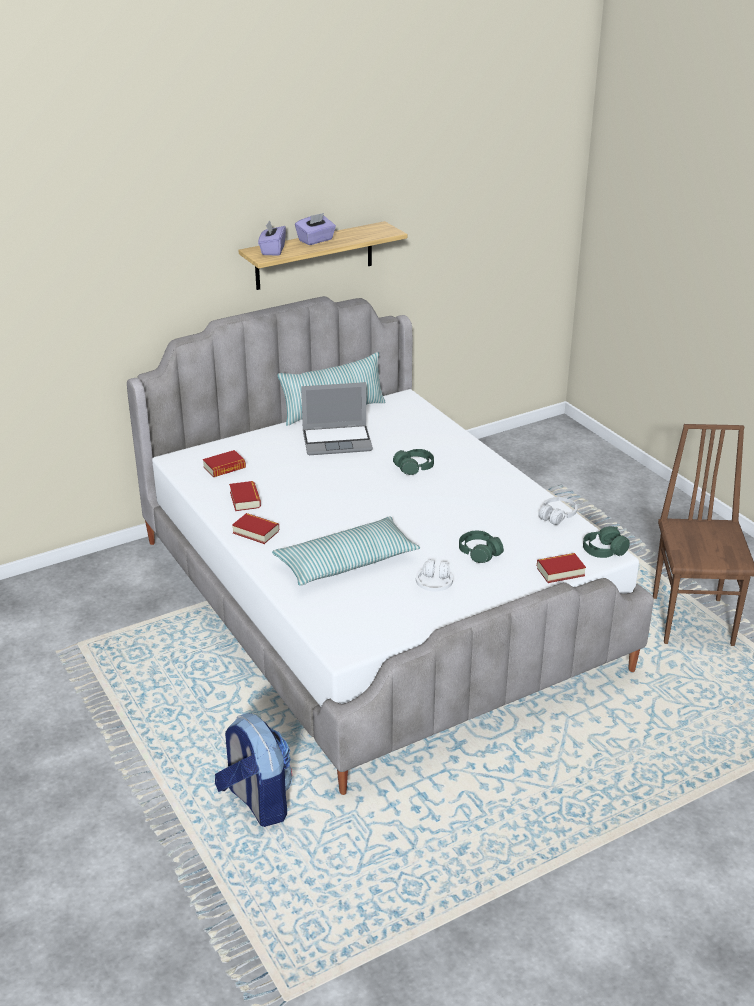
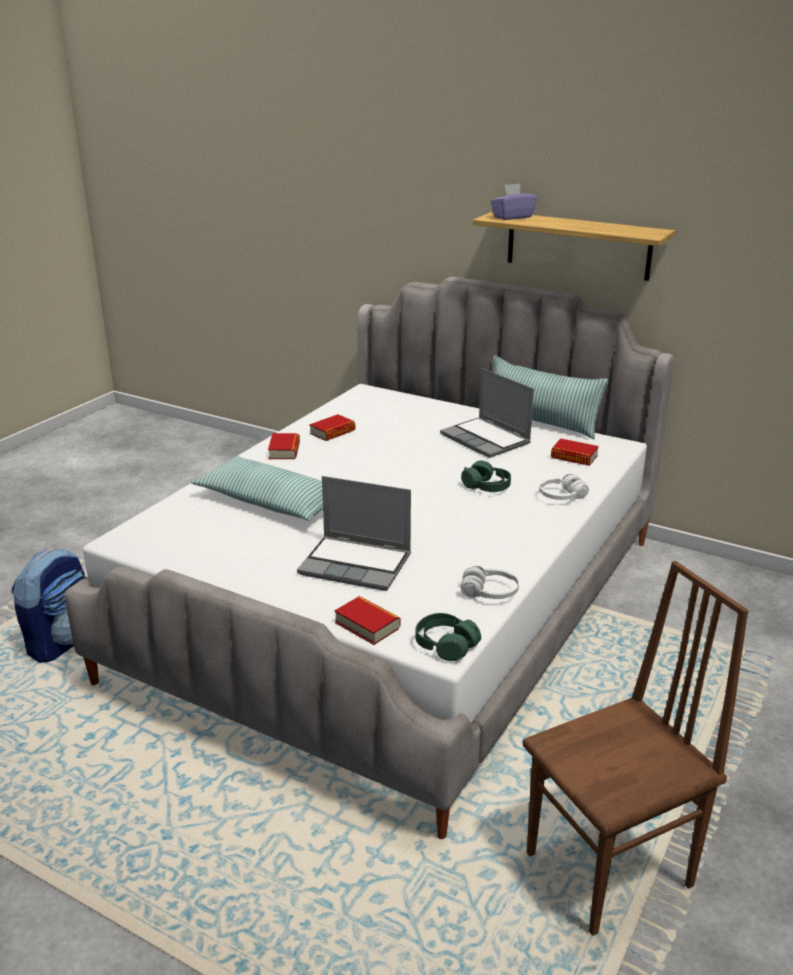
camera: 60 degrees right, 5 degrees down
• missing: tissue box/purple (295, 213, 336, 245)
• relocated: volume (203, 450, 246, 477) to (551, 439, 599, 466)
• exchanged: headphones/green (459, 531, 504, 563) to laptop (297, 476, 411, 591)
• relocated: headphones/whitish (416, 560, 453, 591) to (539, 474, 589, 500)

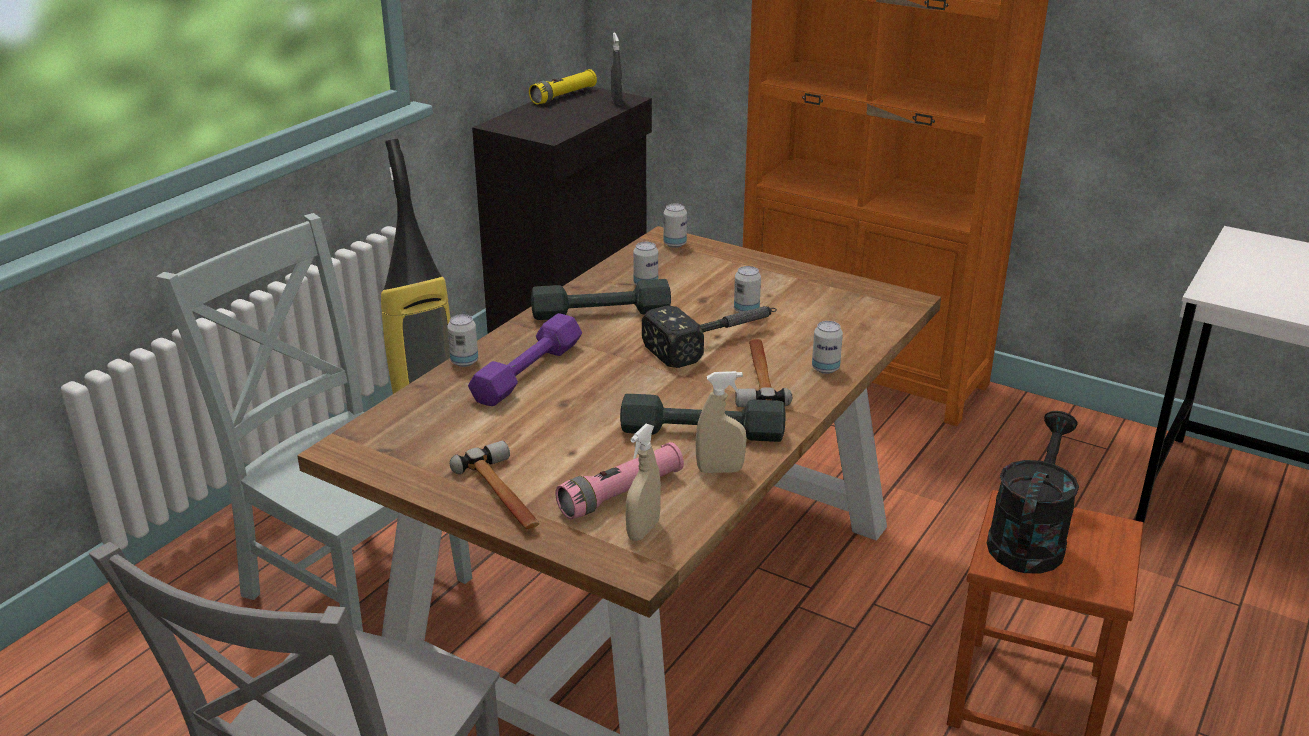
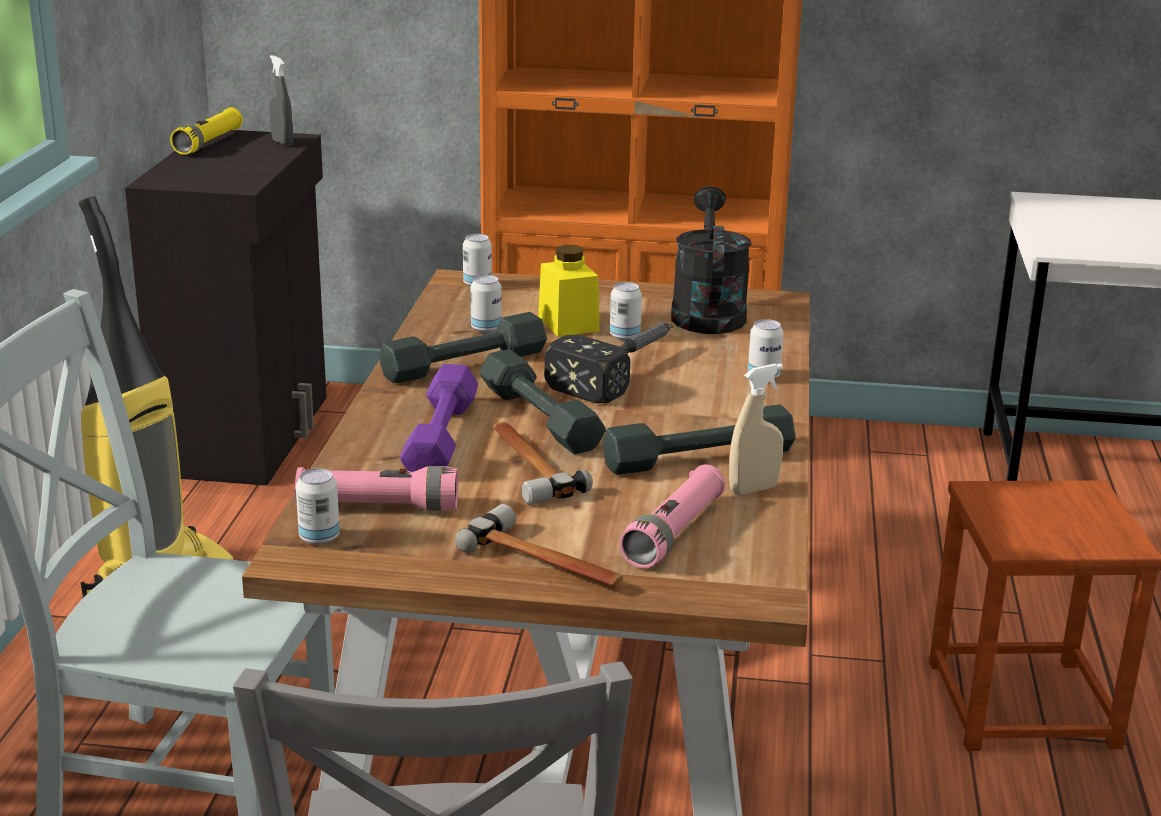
camera: 25 degrees left, 5 degrees down
• relocated: sealed can (447, 314, 478, 367) to (296, 468, 340, 545)
• relocated: tool hammer (735, 338, 792, 407) to (493, 422, 593, 505)
• relocated: watering pot/blackish (987, 411, 1079, 574) to (671, 186, 752, 334)
• missing: spray bottle/sand-coloured (626, 424, 661, 541)
• appeared: jar/yellow-coloured (538, 245, 599, 337)
• appeared: dumbbell/grey (479, 349, 606, 454)
• appeared: torch/pink-coloured (294, 466, 458, 511)

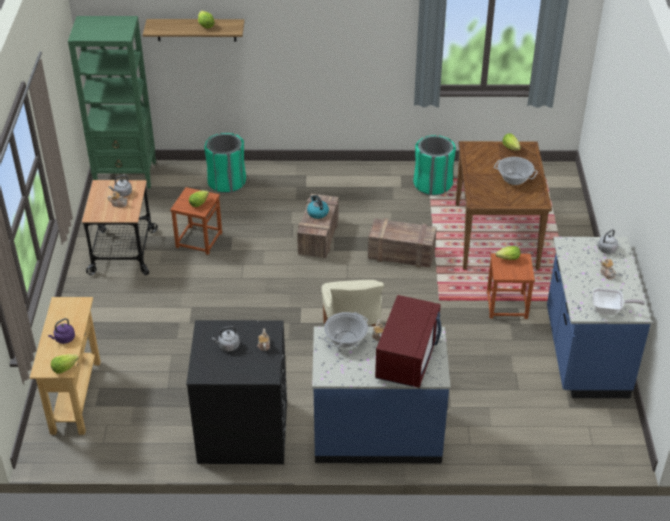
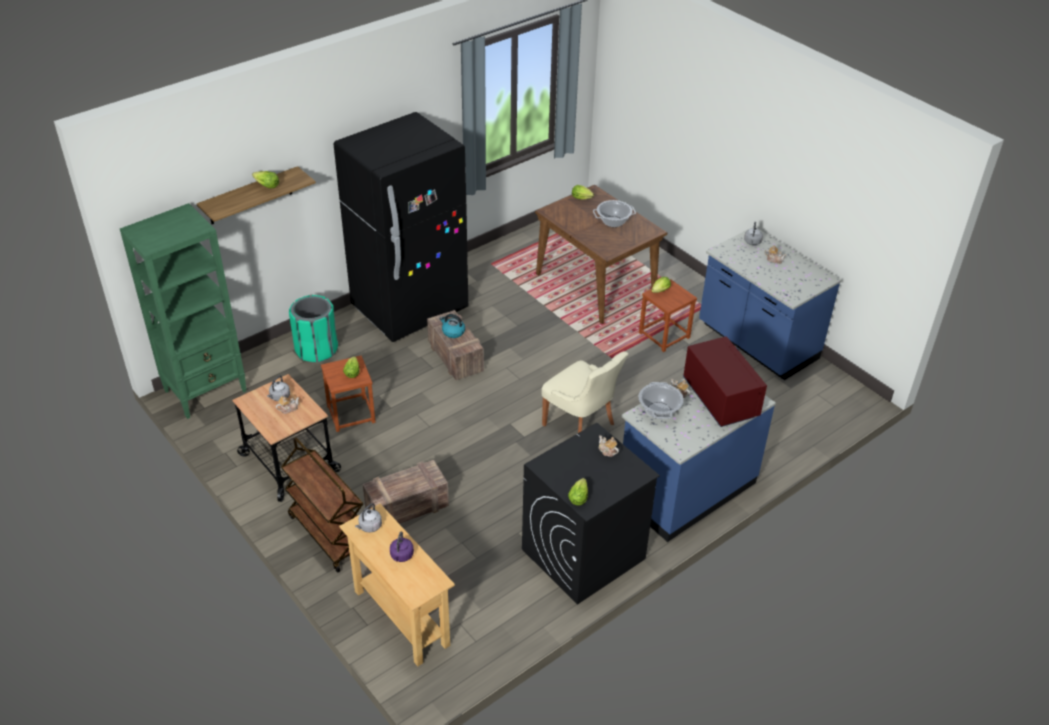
camera: 40 degrees left, 0 degrees up
• missing: waste bin/green (413, 135, 456, 195)
• relocated: packing crate (368, 218, 437, 268) to (363, 460, 449, 524)
• missing: frying pan (593, 288, 645, 315)
• relocated: water kettle/grey (212, 326, 240, 351) to (355, 503, 382, 533)
• relocated: head of lettuce (51, 354, 79, 374) to (568, 478, 588, 505)
• appeared: kitchen fridge/blackish (333, 112, 468, 342)
• appeared: wheeled cart/brown-coloured (281, 437, 363, 572)

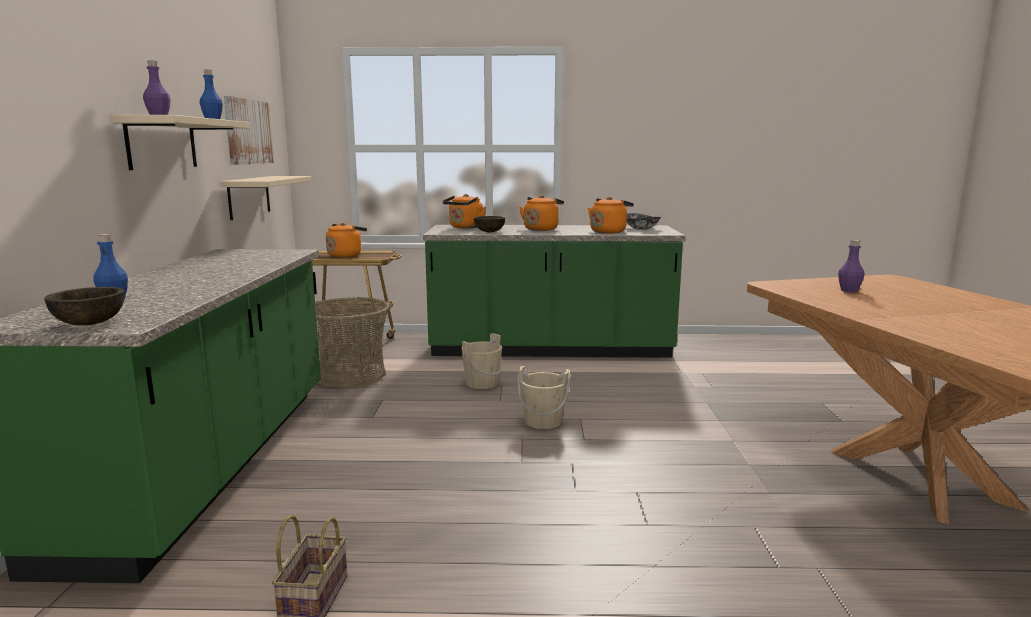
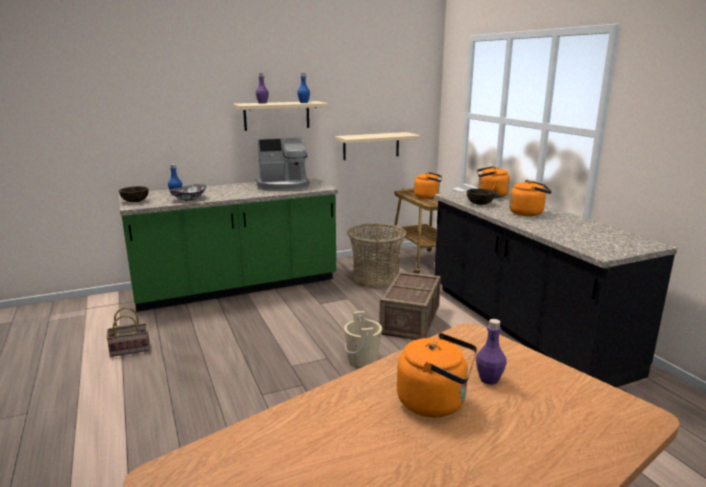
camera: 65 degrees right, 5 degrees up
• missing: wall picture (224, 96, 274, 165)
• relocated: water kettle/orangey (588, 197, 634, 233) to (397, 333, 477, 417)
• relocated: serving bowl (627, 213, 661, 230) to (169, 184, 206, 201)
• colour: kitchen base unit/green (423, 225, 686, 358) to kitchen base unit/blackish (434, 191, 677, 387)
• exchanged: bucket/sand-coloured (461, 333, 502, 389) to packing crate (379, 271, 441, 340)
• appeared: coffee machine (256, 137, 310, 191)

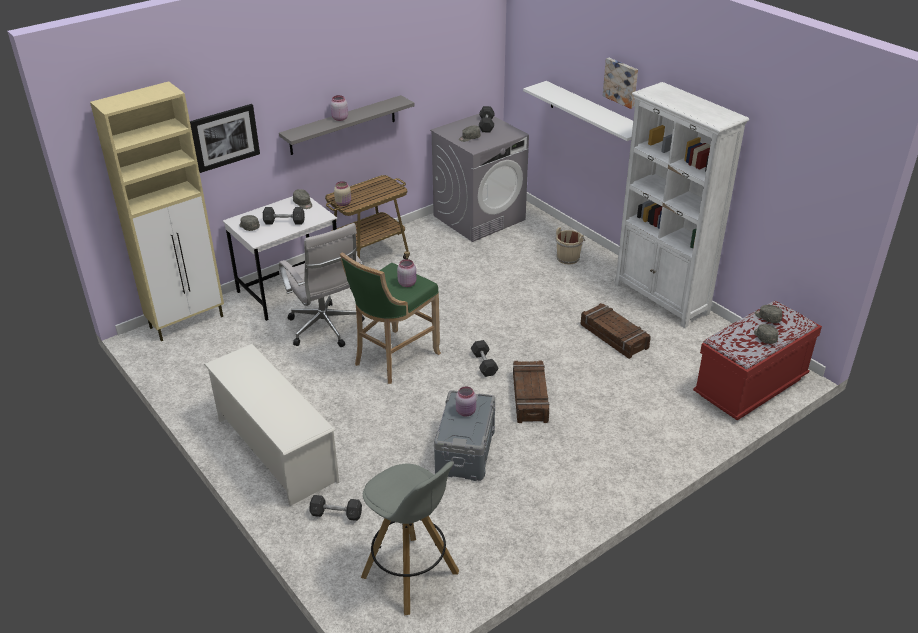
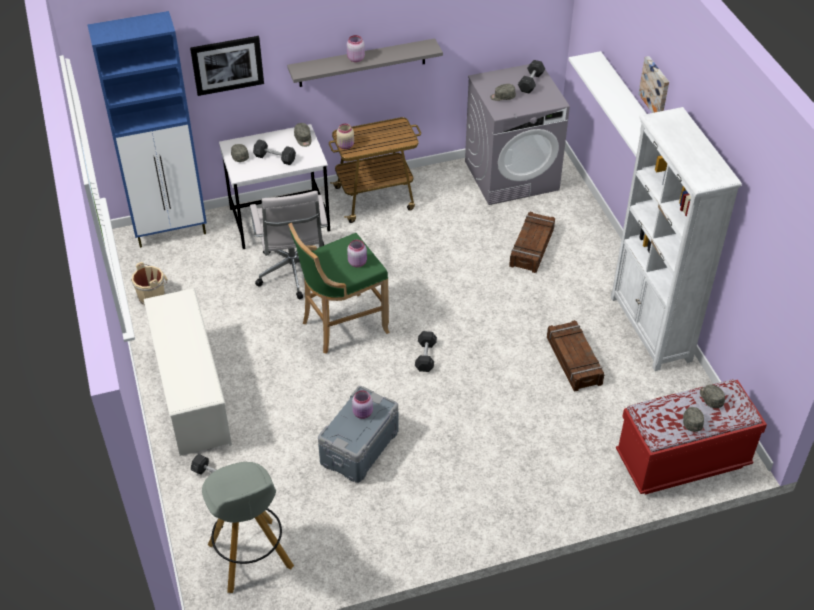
camera: 20 degrees right, 10 degrees up
• colour: cupboard/sand-coloured (90, 81, 224, 341) to cupboard/blue (88, 11, 207, 248)
• relocated: bucket/sand-coloured (556, 227, 585, 264) to (131, 262, 168, 305)
• relocated: packing crate (513, 360, 549, 423) to (509, 212, 555, 273)

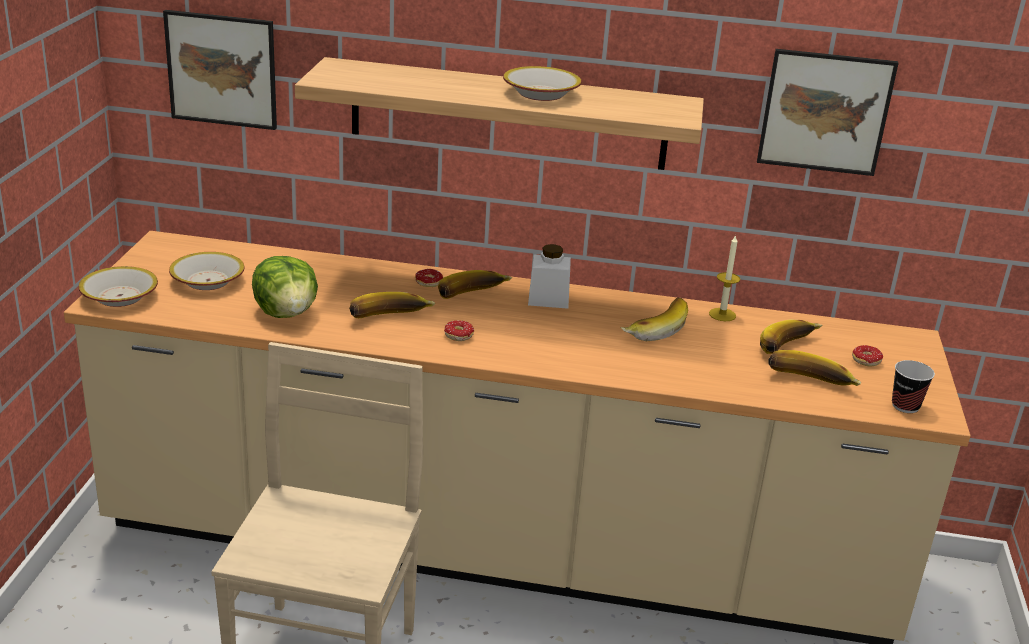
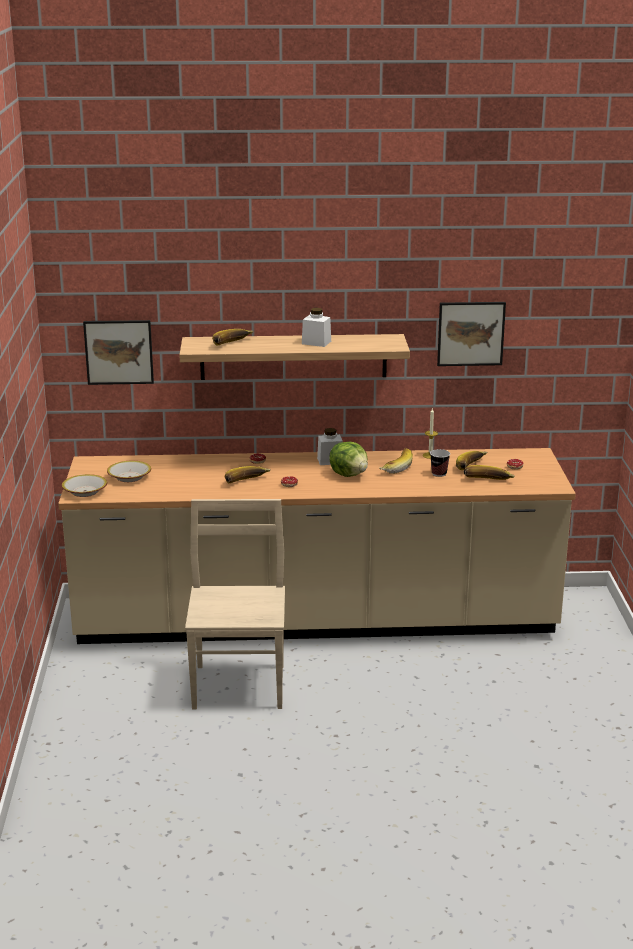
camera: 10 degrees left, 5 degrees down
• exchanged: serving bowl (503, 66, 581, 101) to jar/whitish (302, 308, 331, 347)
• relocated: head of lettuce (252, 256, 318, 318) to (329, 442, 368, 477)
• relocated: whole banana (438, 270, 513, 299) to (212, 329, 254, 346)
• relocated: small cup (892, 360, 935, 413) to (430, 449, 450, 477)

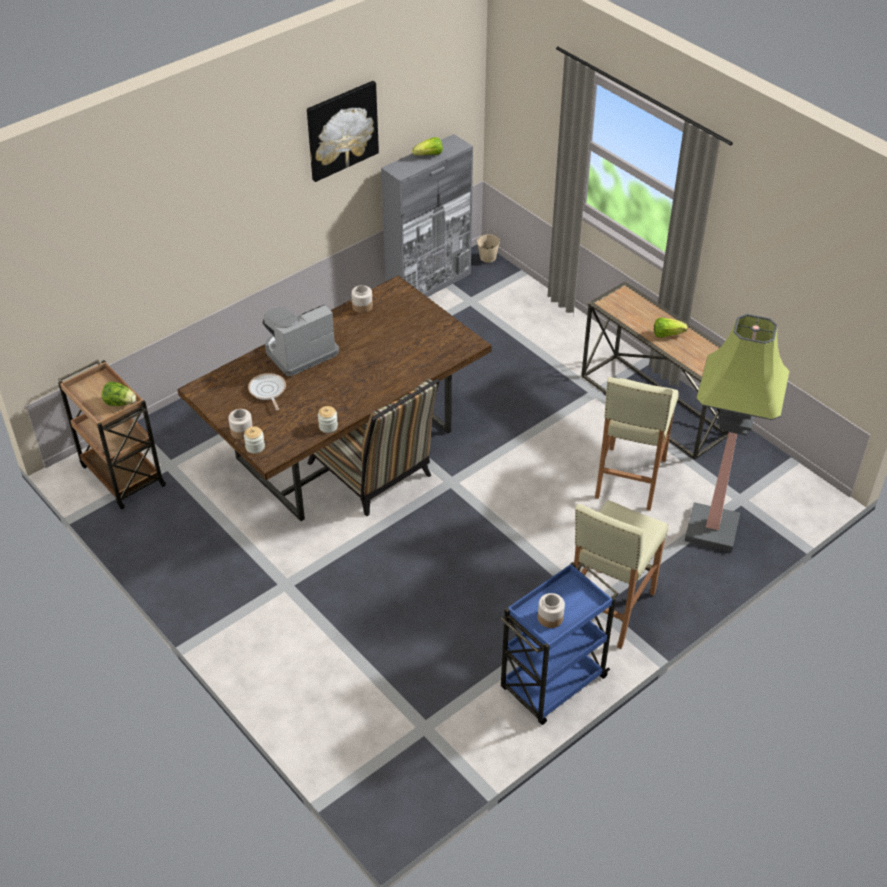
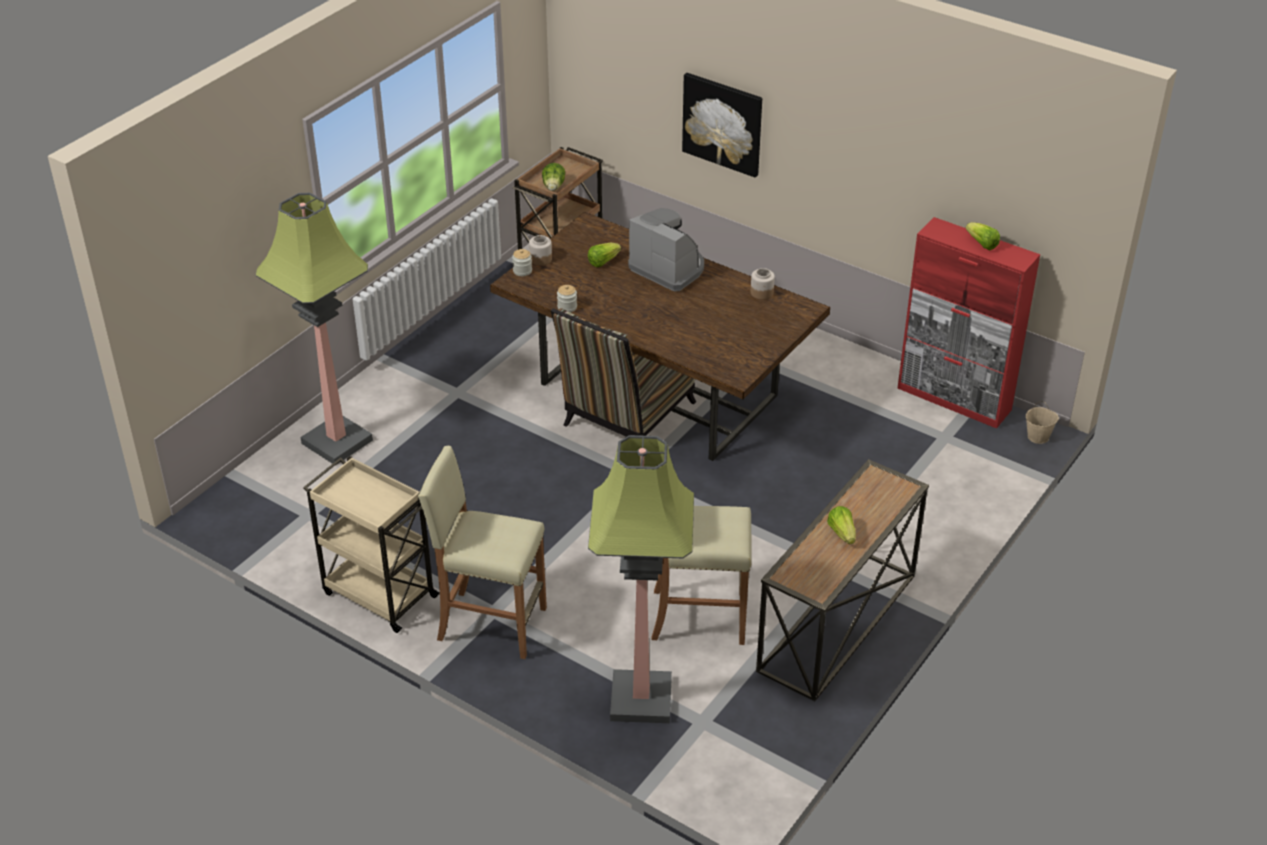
camera: 75 degrees right, 5 degrees down
• relocated: wall picture (307, 81, 379, 182) to (682, 73, 762, 178)
• colour: cupboard/grey (381, 134, 473, 297) to cupboard/red (897, 217, 1040, 428)
• exchanged: frying pan (248, 373, 286, 410) to head of lettuce (588, 243, 621, 267)
• colour: wheeled cart/blue (500, 562, 619, 725) to wheeled cart/sand-coloured (303, 456, 440, 633)
• missing: jar (538, 593, 565, 628)
• appeared: standing lamp (256, 193, 373, 465)

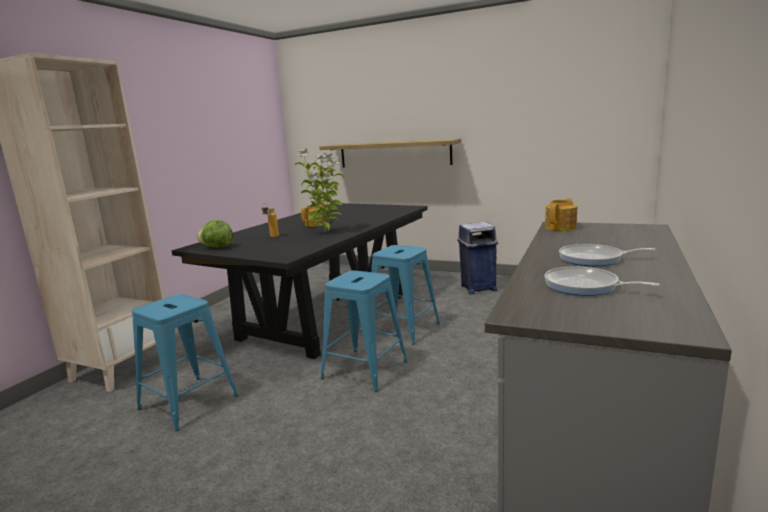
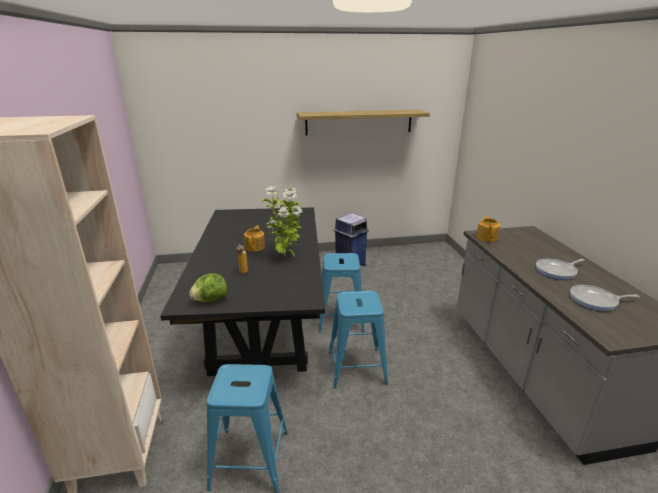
camera: 35 degrees left, 10 degrees up
• relocated: bracket shelf (319, 139, 461, 168) to (297, 110, 430, 135)

